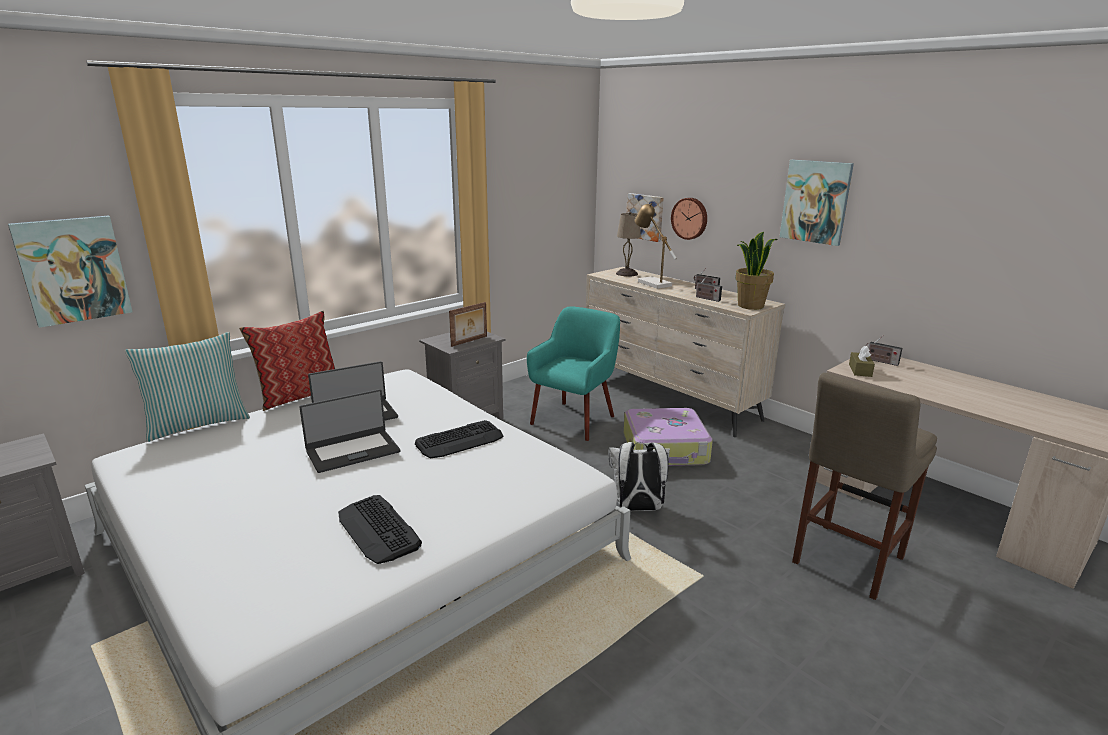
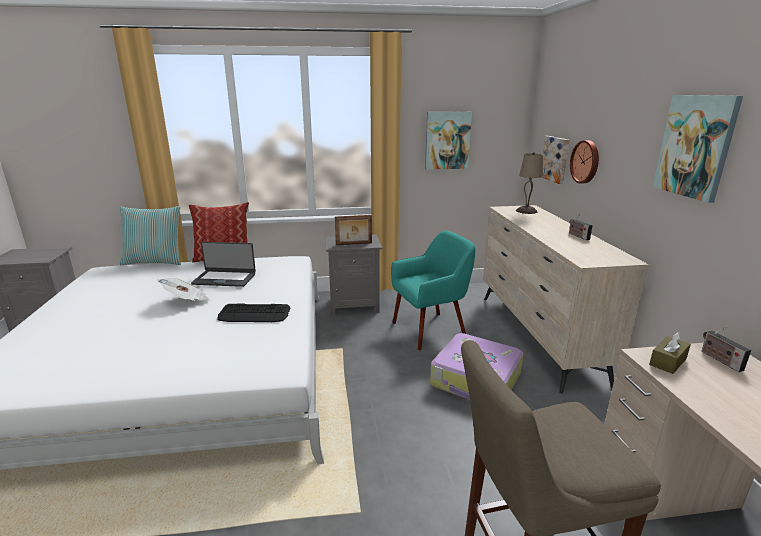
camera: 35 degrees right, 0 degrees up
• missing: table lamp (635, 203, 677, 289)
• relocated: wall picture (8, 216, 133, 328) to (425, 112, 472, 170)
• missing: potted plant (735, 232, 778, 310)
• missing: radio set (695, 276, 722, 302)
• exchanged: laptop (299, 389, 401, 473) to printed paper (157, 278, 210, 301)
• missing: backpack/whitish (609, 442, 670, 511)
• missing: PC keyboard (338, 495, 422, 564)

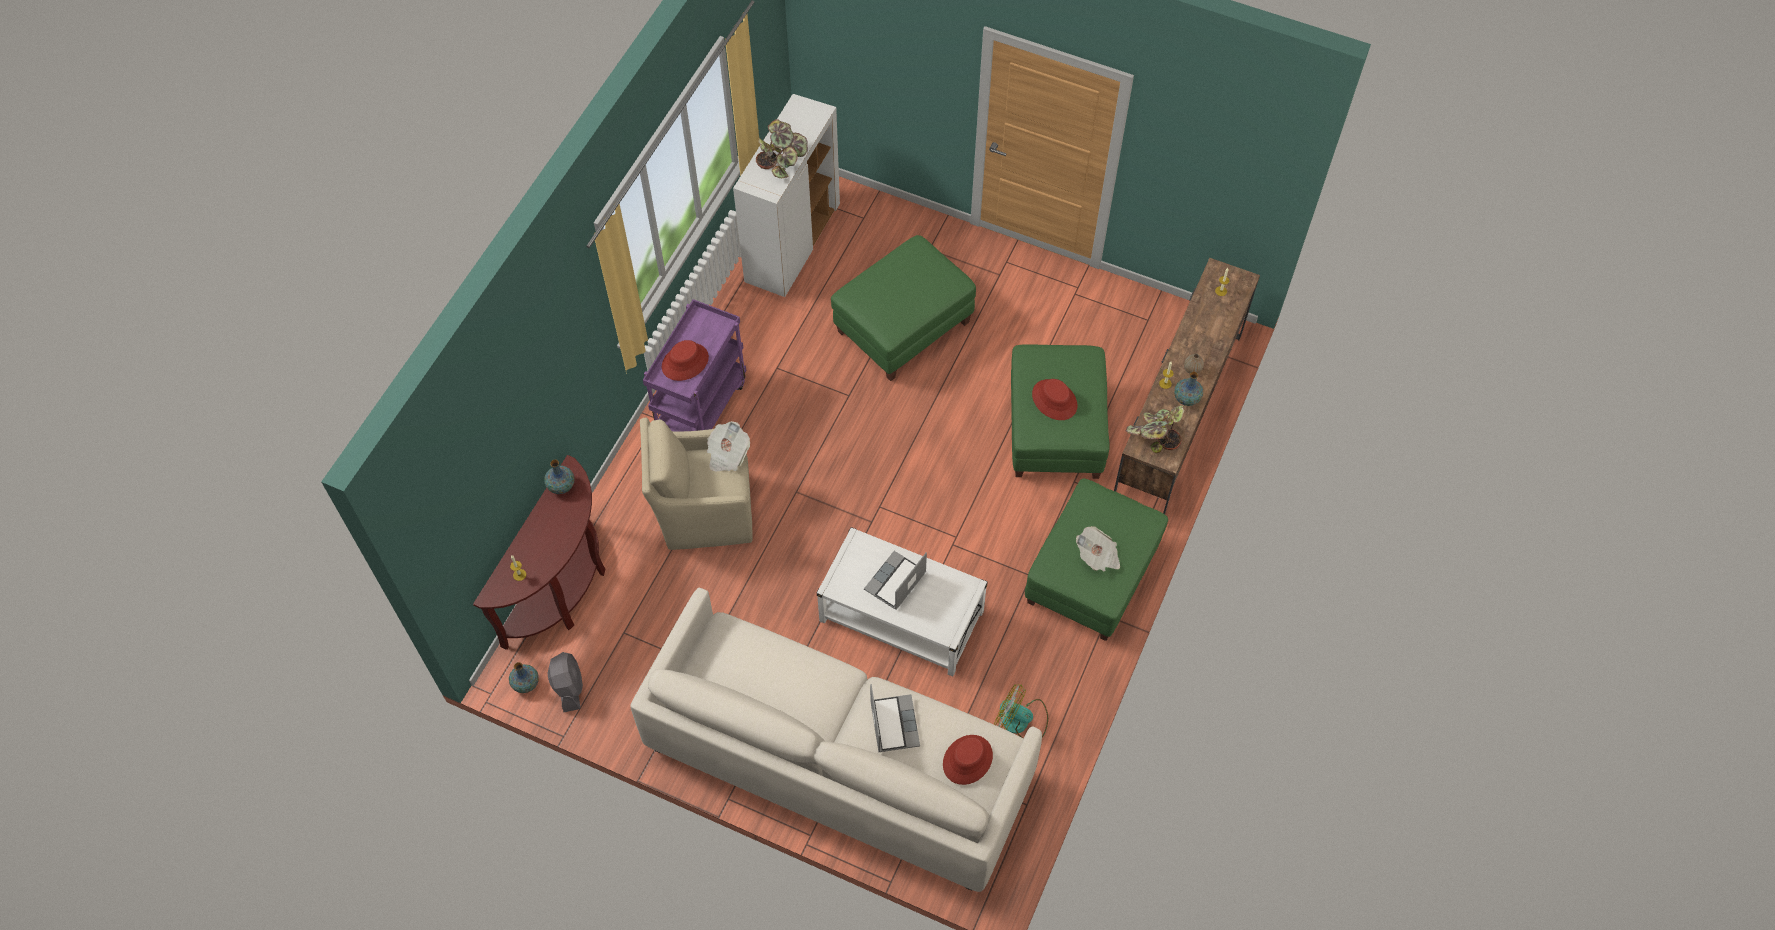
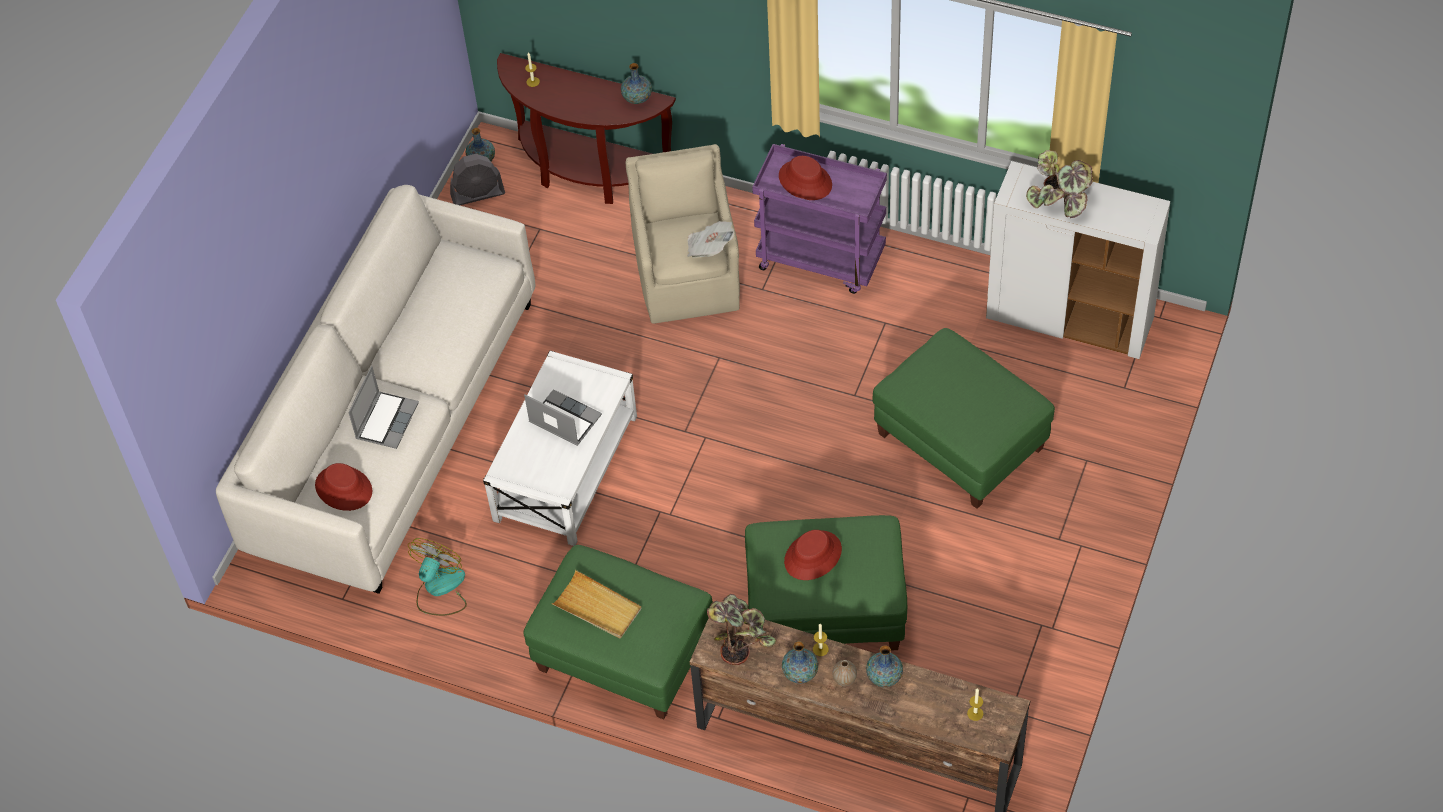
camera: 90 degrees right, 5 degrees down
• exchanged: printed paper (1076, 526, 1120, 571) to tray/sand-coloured (551, 570, 642, 638)
• spun: laptop (870, 684, 920, 752) = (348, 366, 419, 449) 60 degrees counterclockwise
• appeared: vase (866, 645, 903, 687)

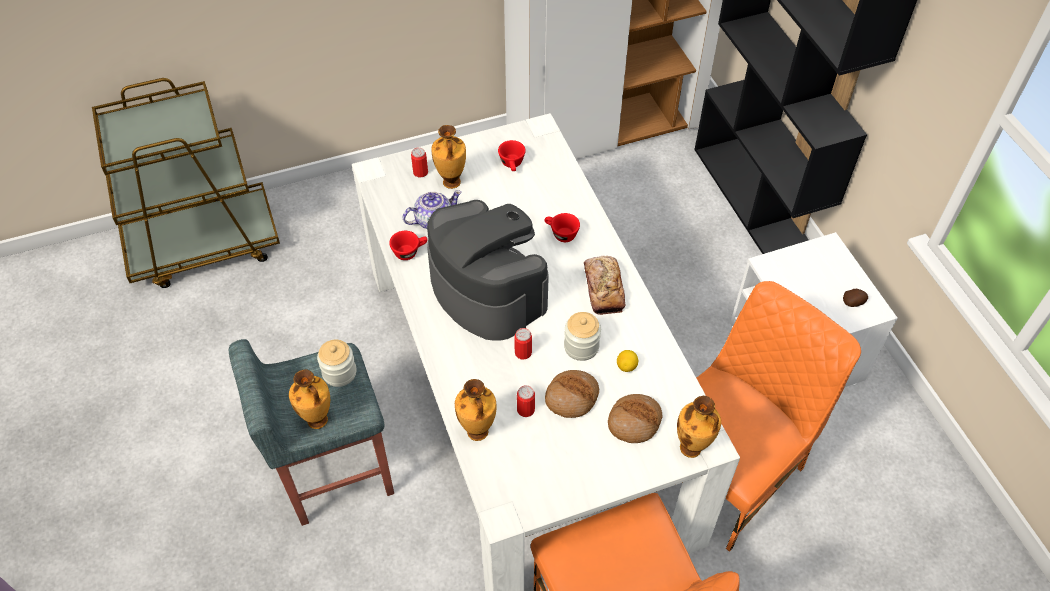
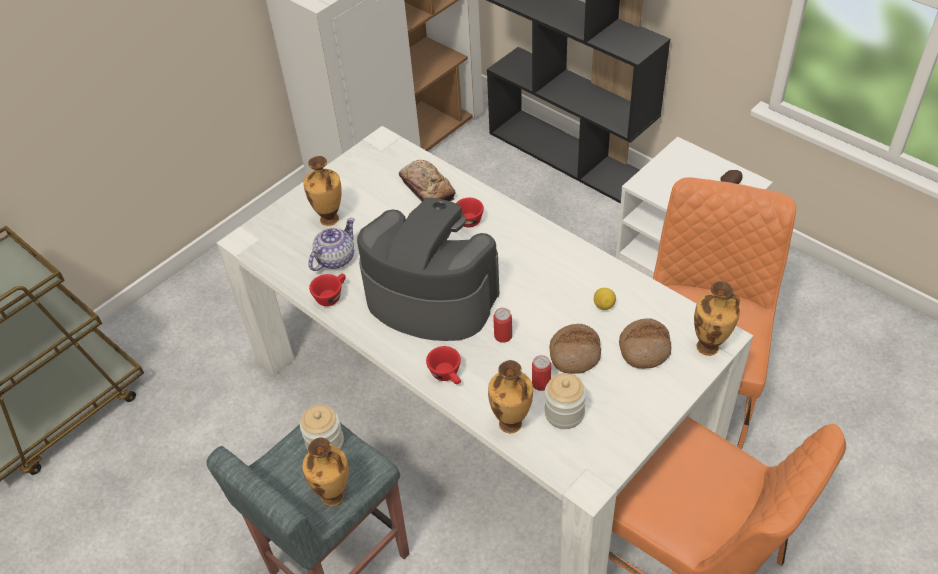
camera: 25 degrees left, 5 degrees down
• relocated: small cup/red (498, 140, 526, 171) to (426, 346, 461, 384)
• missing: sealed can (411, 147, 428, 178)
• relocated: baked bread (584, 256, 626, 315) to (399, 160, 456, 202)
• relocated: jar (564, 312, 601, 361) to (544, 373, 586, 429)

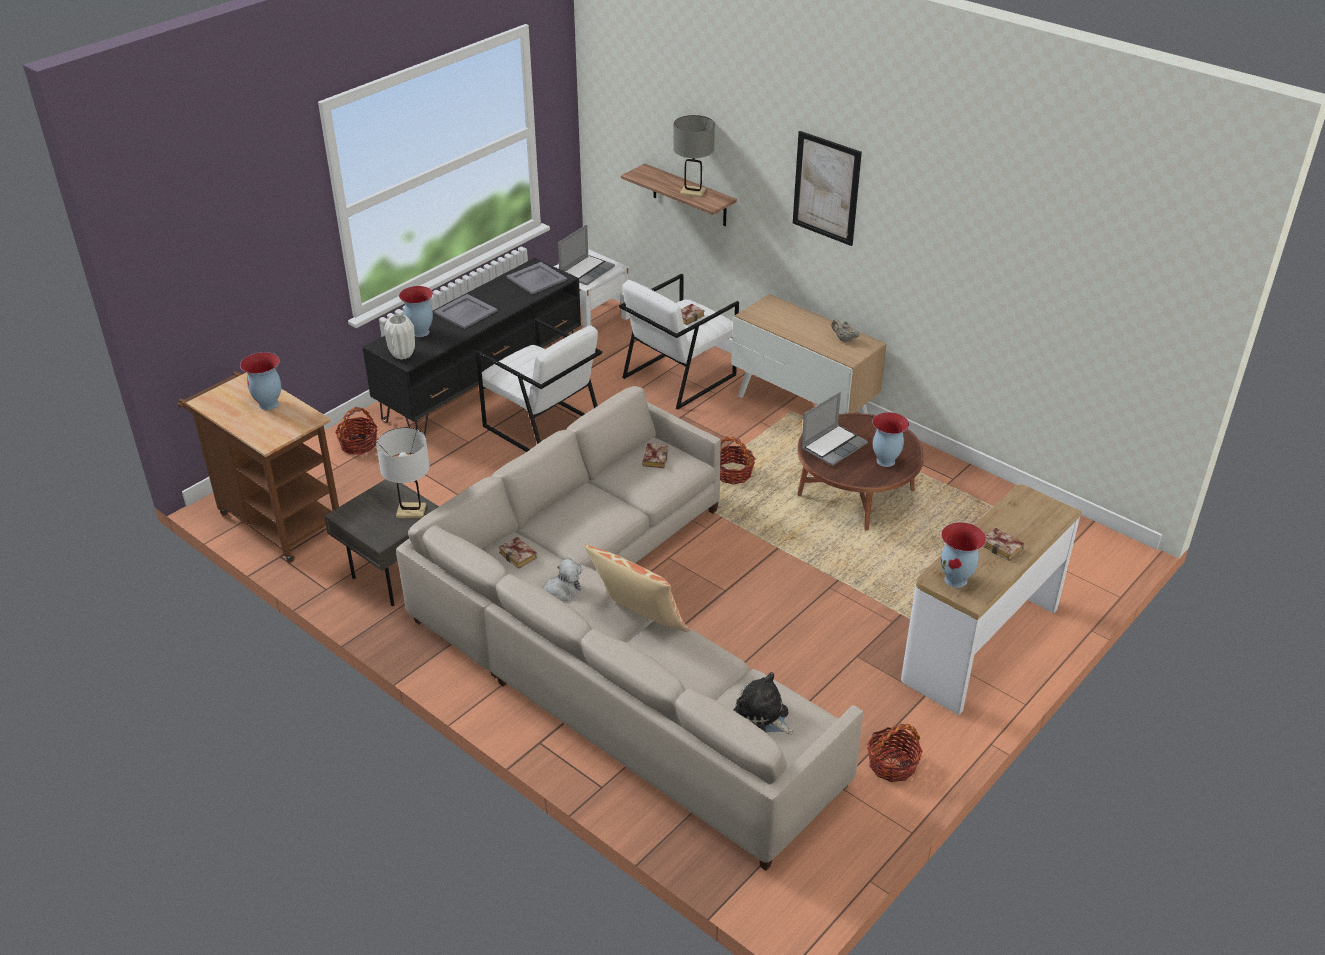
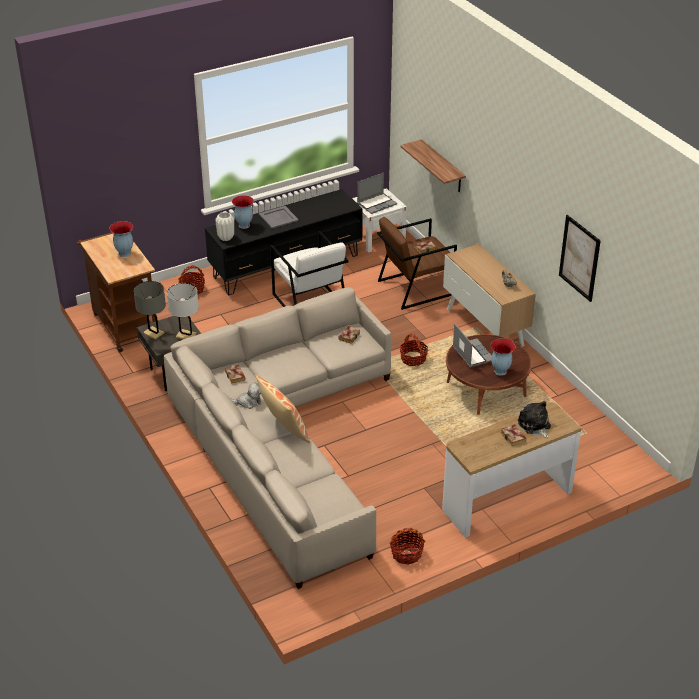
camera: 20 degrees right, 0 degrees up
• relocated: table lamp/grey (673, 115, 715, 198) to (134, 281, 166, 340)
• relocated: wall picture (793, 131, 862, 246) to (559, 215, 601, 302)
• missing: tray/grey (506, 262, 567, 294)
• colour: armchair/whitish (619, 274, 739, 409) to armchair/brown-coloured (377, 217, 457, 310)
• spun: laptop (801, 392, 868, 466) = (453, 323, 492, 367) 90 degrees counterclockwise
• missing: vase (941, 522, 986, 588)
• relocated: plush toy (733, 672, 794, 734) to (518, 401, 551, 439)

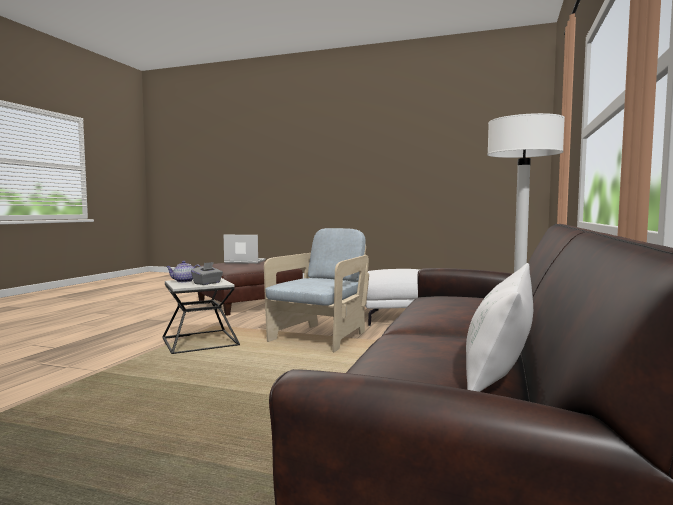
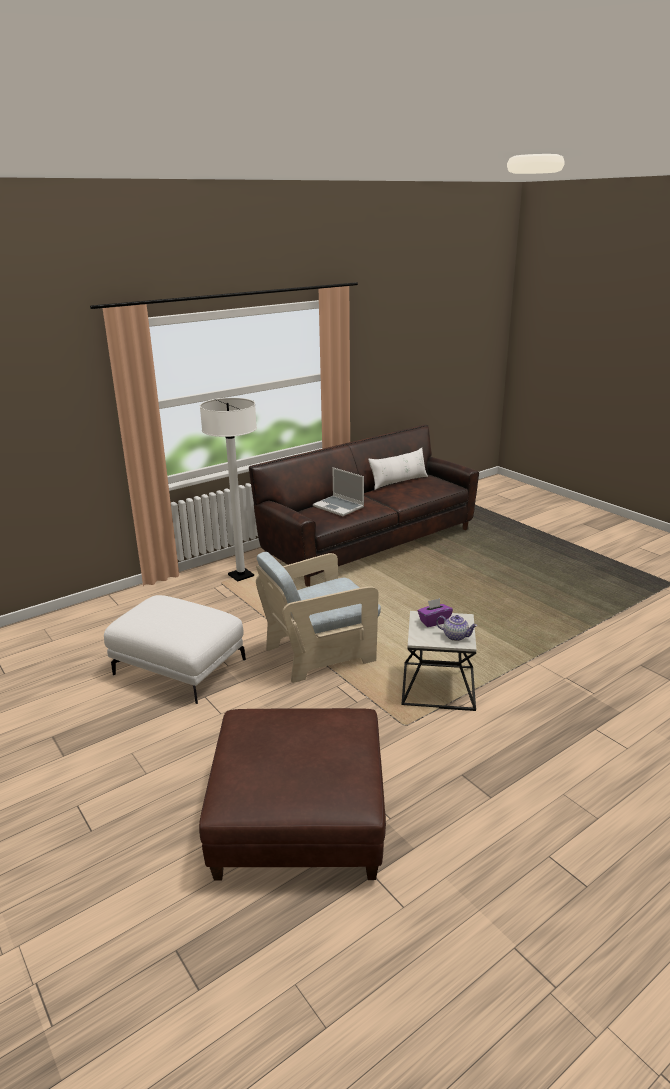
camera: 145 degrees left, 20 degrees up
• relocated: laptop (224, 235, 266, 264) to (313, 467, 364, 516)
• colour: tissue box/grey (191, 262, 223, 285) to tissue box/purple (418, 598, 453, 627)

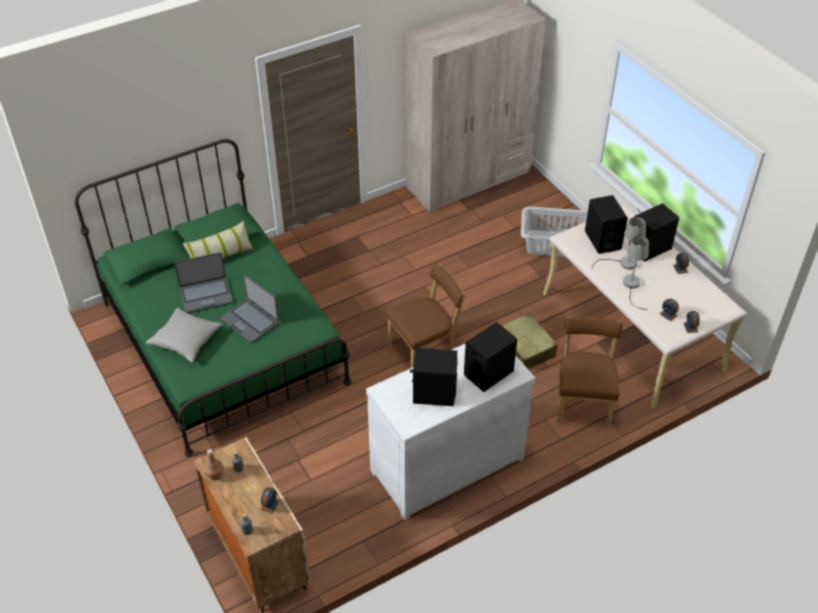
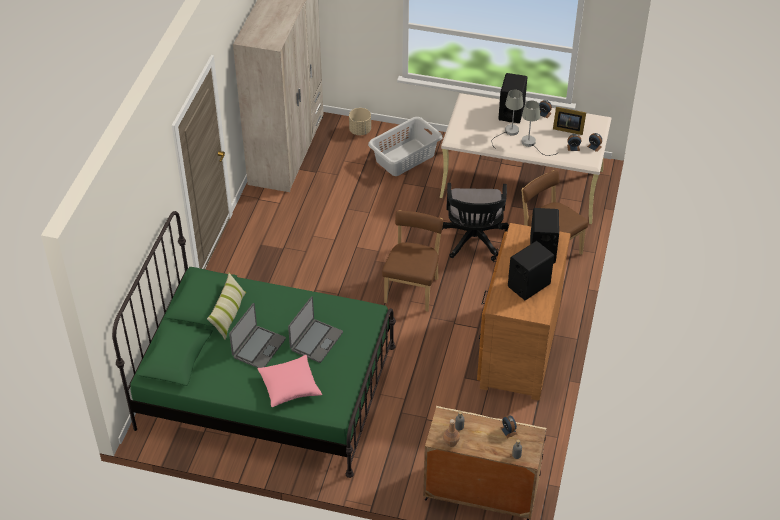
camera: 45 degrees left, 0 degrees up
• missing: loudspeaker/blackish (585, 195, 628, 254)
• spun: laptop (220, 274, 279, 343) = (288, 296, 343, 363) 60 degrees counterclockwise
• colour: cushion/grey (146, 308, 222, 362) to cushion/pink-coloured (258, 355, 322, 407)
• exchanged: piece of luggage/sand-coloured (502, 313, 558, 369) to desk chair/blackish (442, 183, 509, 261)
• colour: drawer chest/whitish (366, 343, 536, 520) to drawer chest/brown-coloured (477, 223, 571, 401)
• appeared: standing frame (553, 107, 586, 135)
• appeared: flower pot/sand-coloured (349, 108, 371, 135)

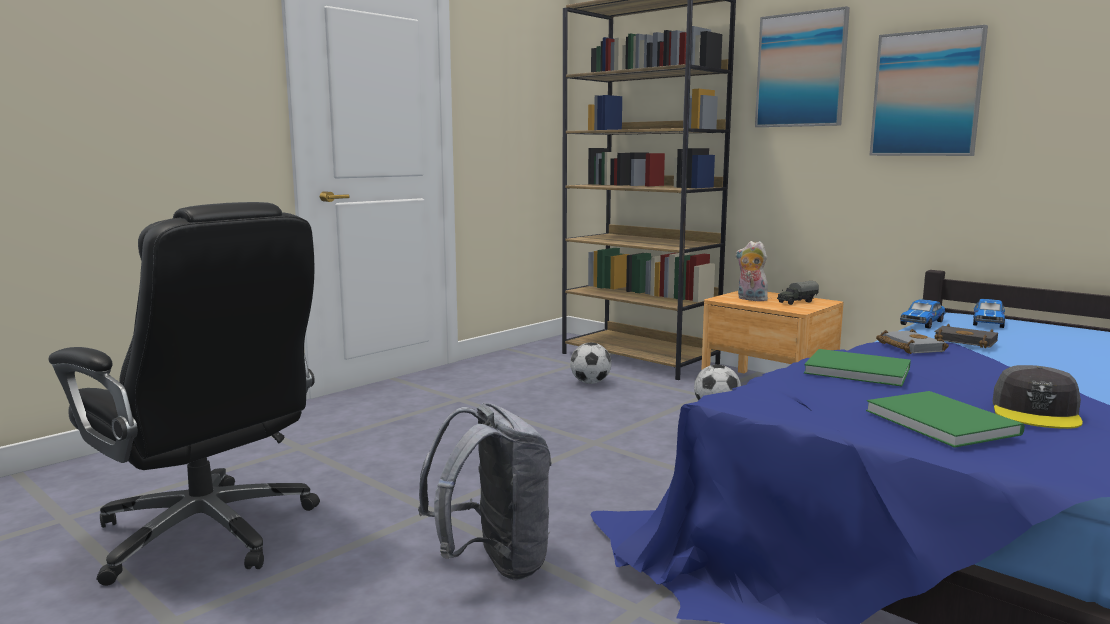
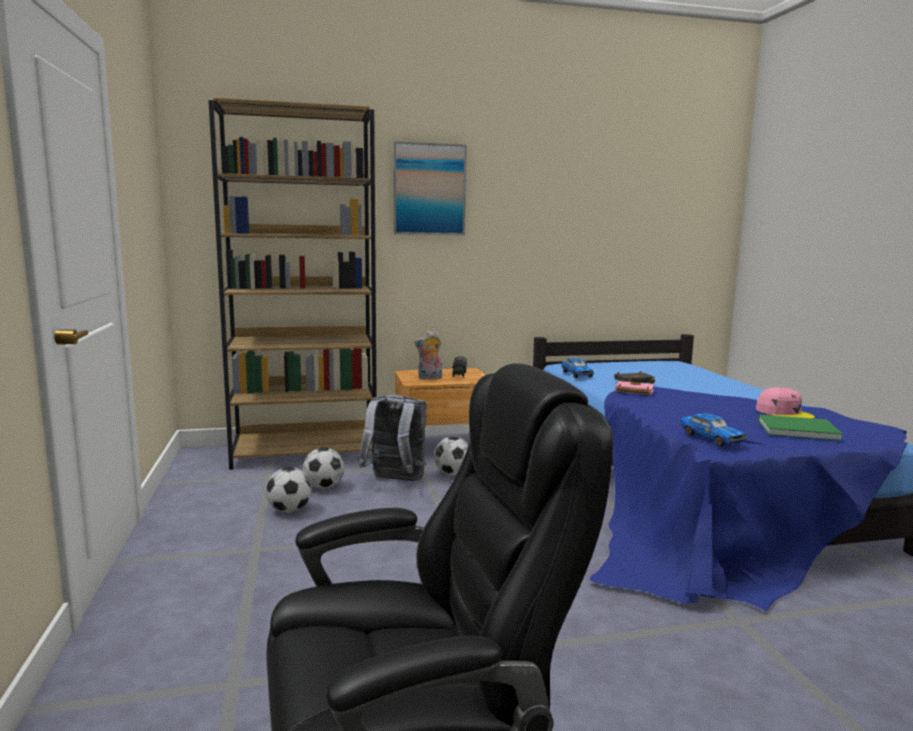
camera: 55 degrees left, 0 degrees up
• missing: wall picture (869, 25, 988, 156)
• relocated: miniature car (973, 299, 1005, 328) to (678, 413, 747, 446)
• colour: volume/grey (876, 329, 949, 354) to volume/pink-coloured (615, 380, 654, 396)
• missing: volume/green (804, 349, 911, 387)
• colour: baseball cap/grey (993, 365, 1083, 429) to baseball cap/pink-coloured (756, 387, 815, 419)
• relocated: backpack/grey (418, 402, 551, 580) to (359, 394, 427, 481)
• appeared: football ball (266, 467, 312, 513)

